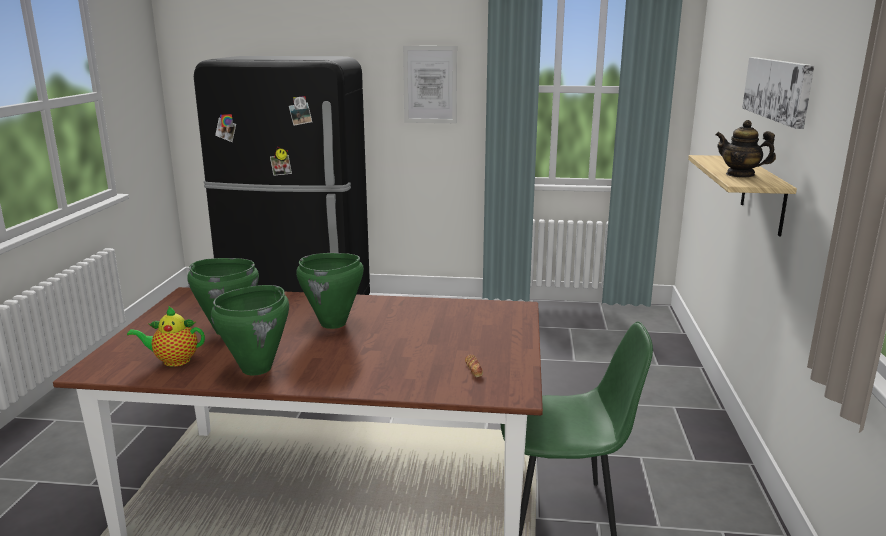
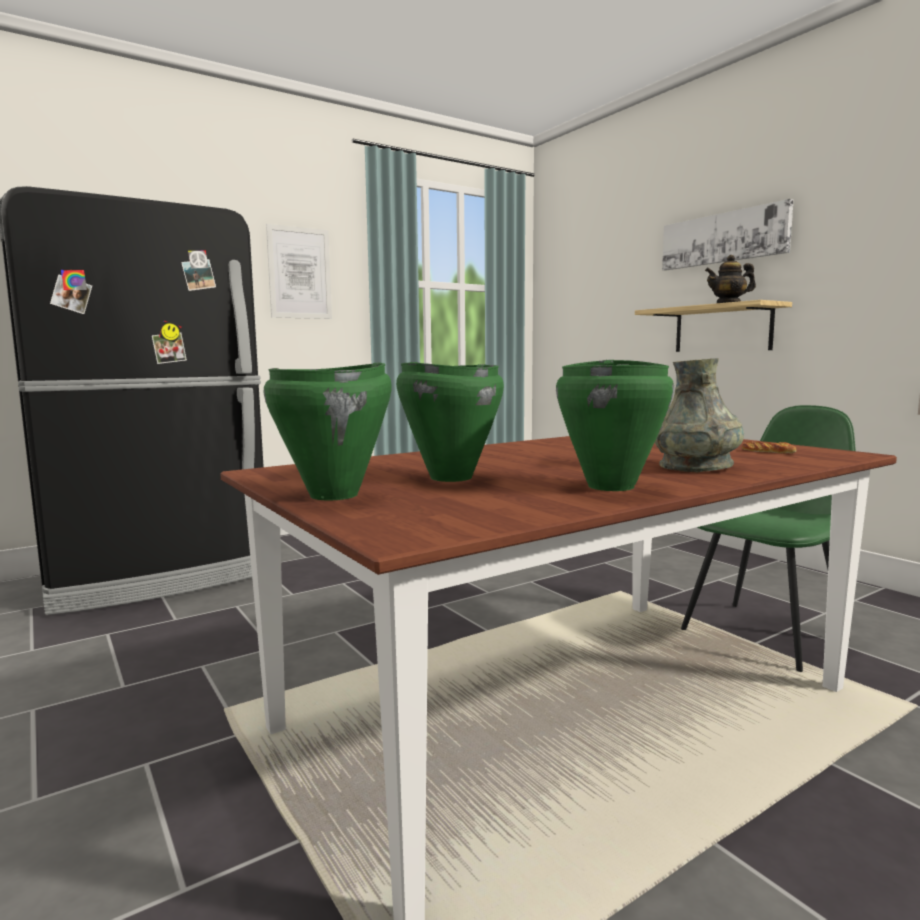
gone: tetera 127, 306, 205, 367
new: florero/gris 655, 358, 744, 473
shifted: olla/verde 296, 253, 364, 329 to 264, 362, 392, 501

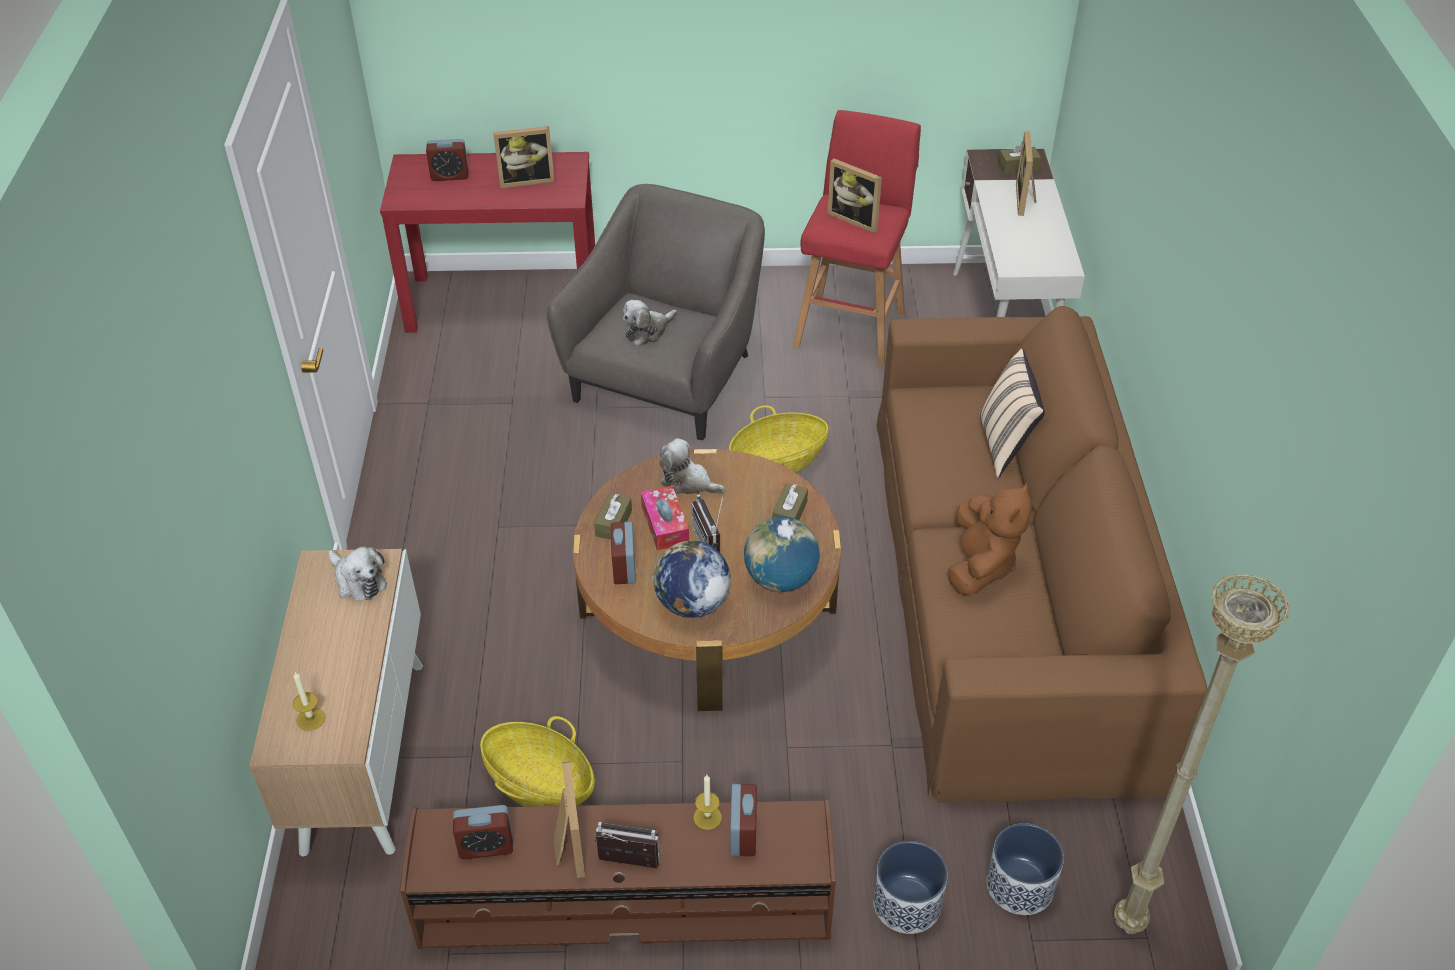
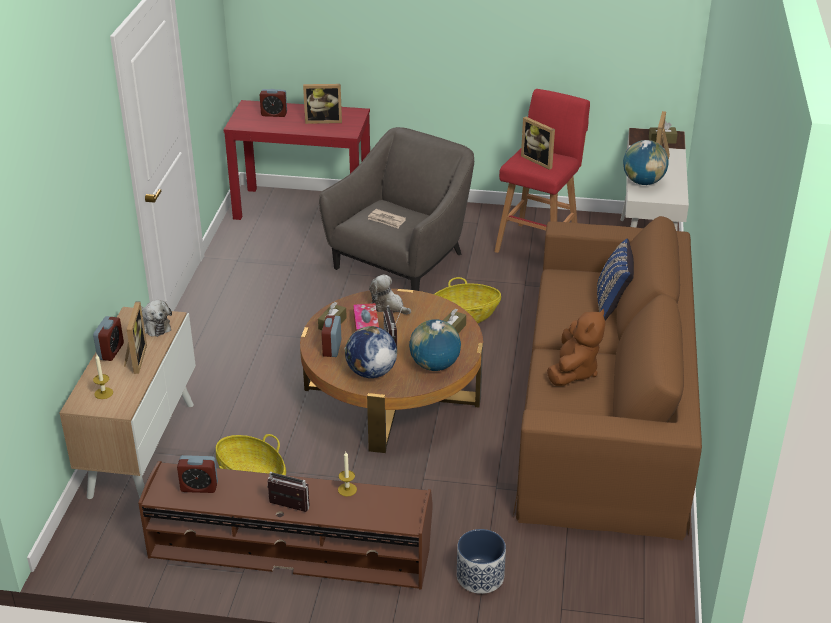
gone: maceta 986, 823, 1064, 915; lámpara de pie/beis 1114, 573, 1290, 934
new: globo terráqueo 623, 140, 669, 185
shifted: portarretratos 554, 762, 585, 878 to 124, 301, 147, 374; despertador 730, 784, 757, 856 to 93, 316, 124, 361
swapped: peluche 623, 300, 677, 346 to periódico 368, 209, 406, 228
repainted: cojín/beis 979, 349, 1045, 479 to cojín/azul 597, 239, 634, 320

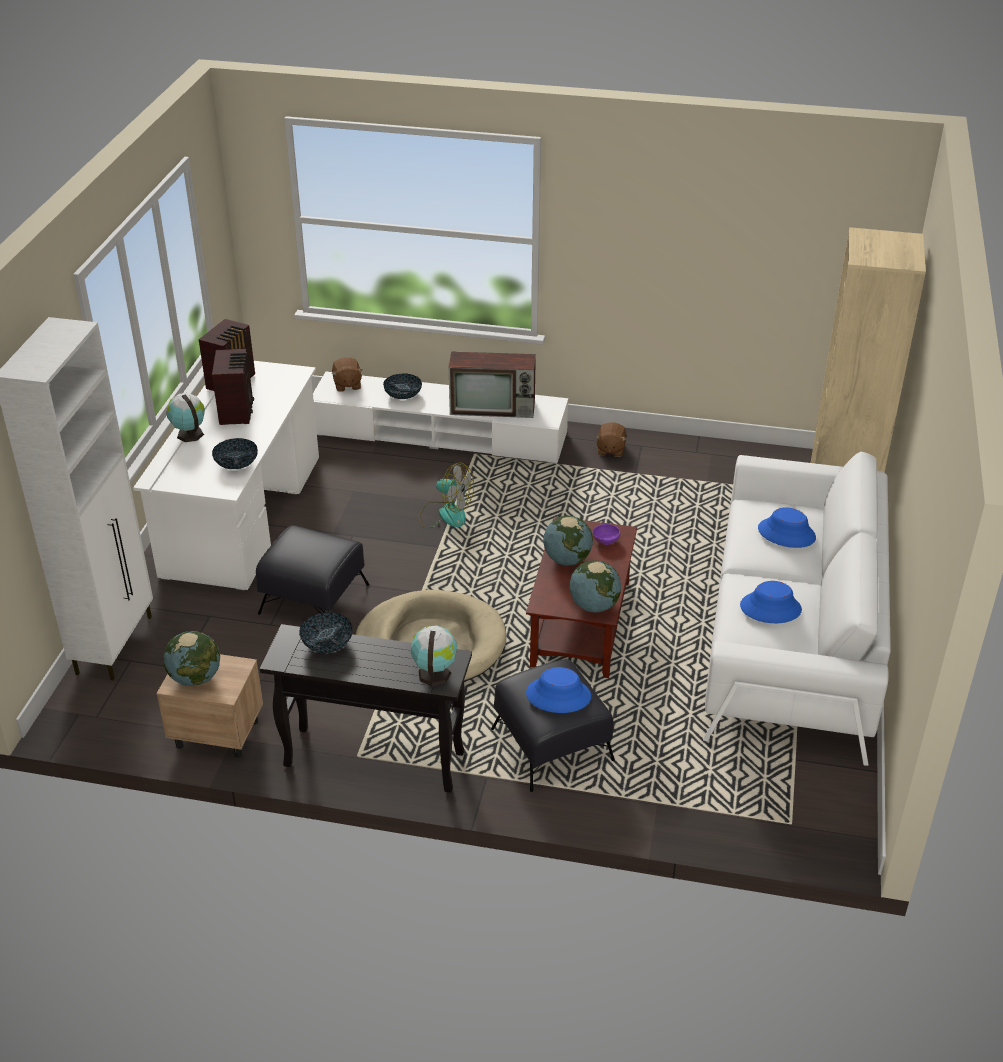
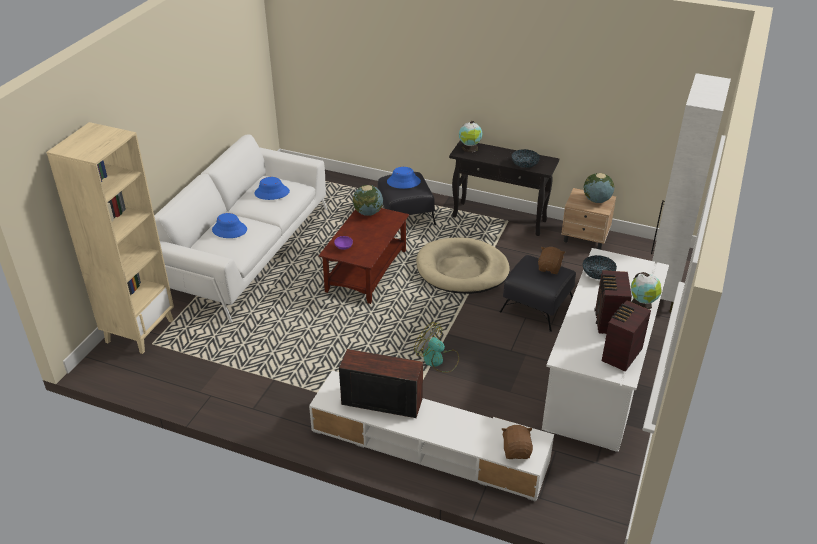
gone: cuenco 383, 374, 422, 399; globo terráqueo 543, 516, 593, 566
shifted: peluche/marrón 595, 422, 627, 457 to 538, 247, 565, 274

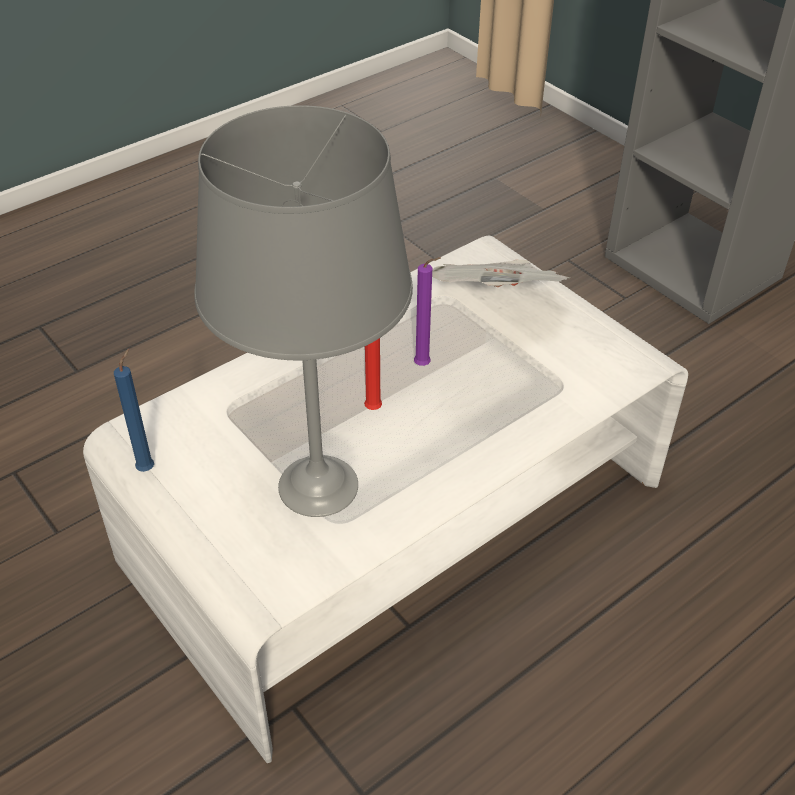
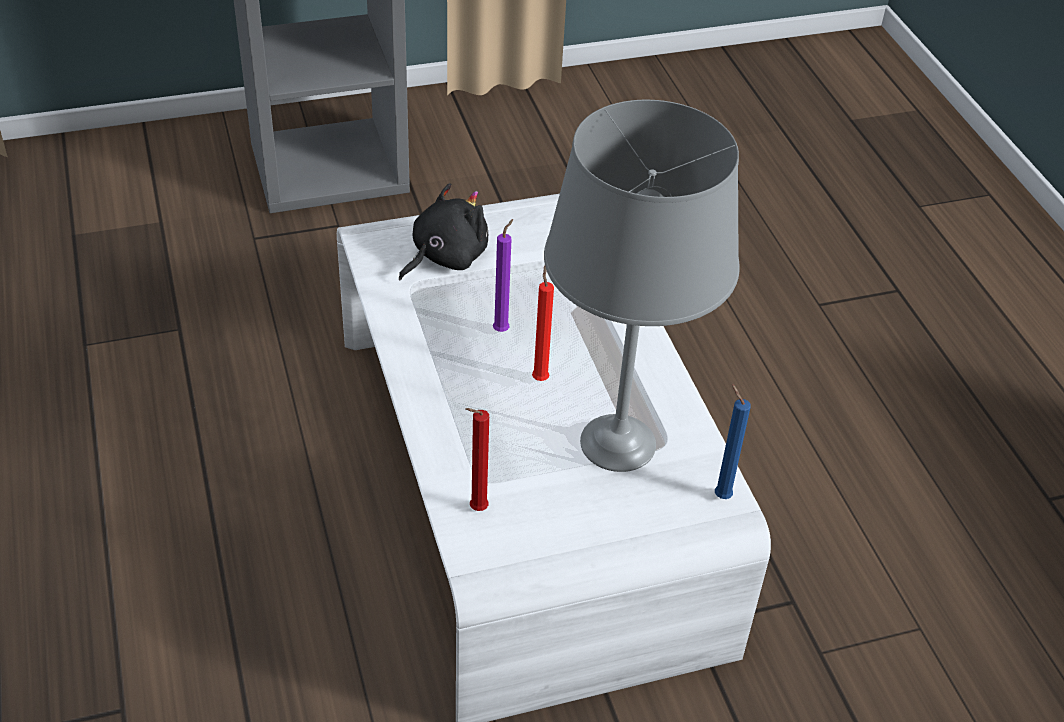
new: vela/rojo 466, 408, 489, 511
shifted: vela/azul 114, 349, 154, 472 to 715, 384, 751, 499
swapped: periódico 432, 260, 570, 287 to peluche/negro 399, 183, 488, 280

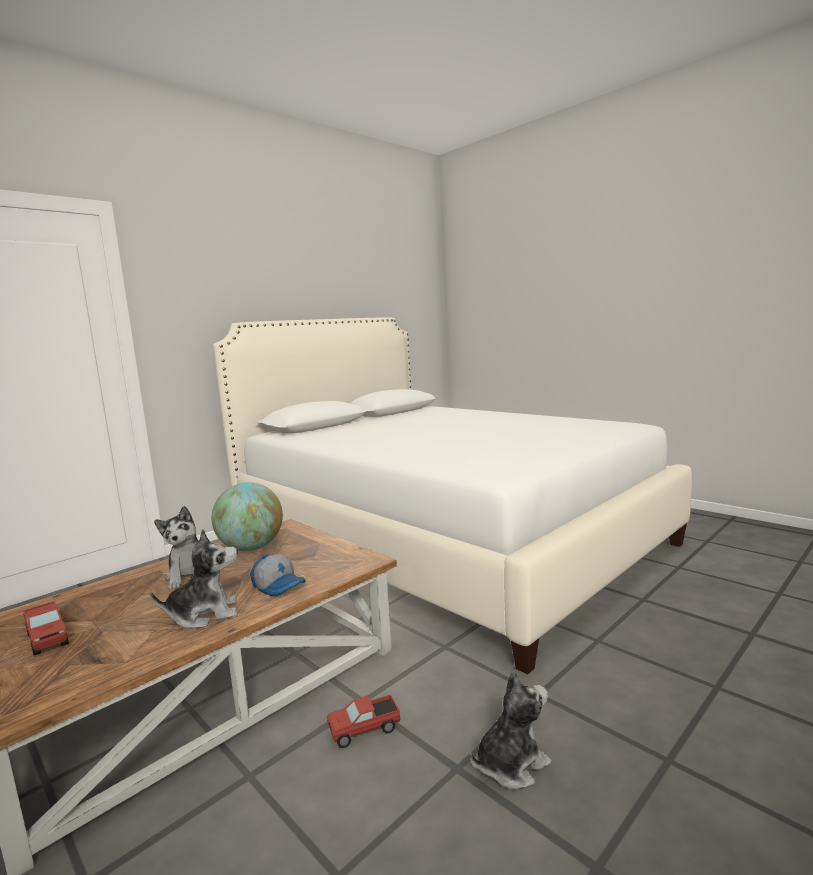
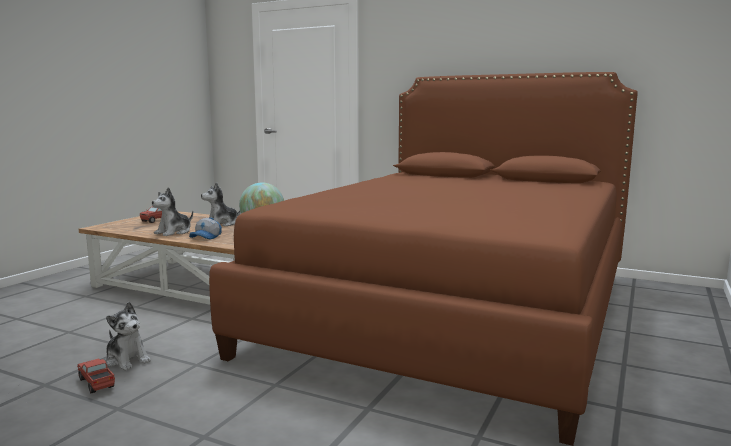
shifted: camión de juguete 327, 694, 400, 748 to 77, 359, 115, 393
repainted: cama/blanco 213, 317, 692, 675 to cama/marrón 209, 72, 638, 446
rotated: peluche 150, 529, 238, 629 = 152, 187, 193, 236 75 degrees clockwise

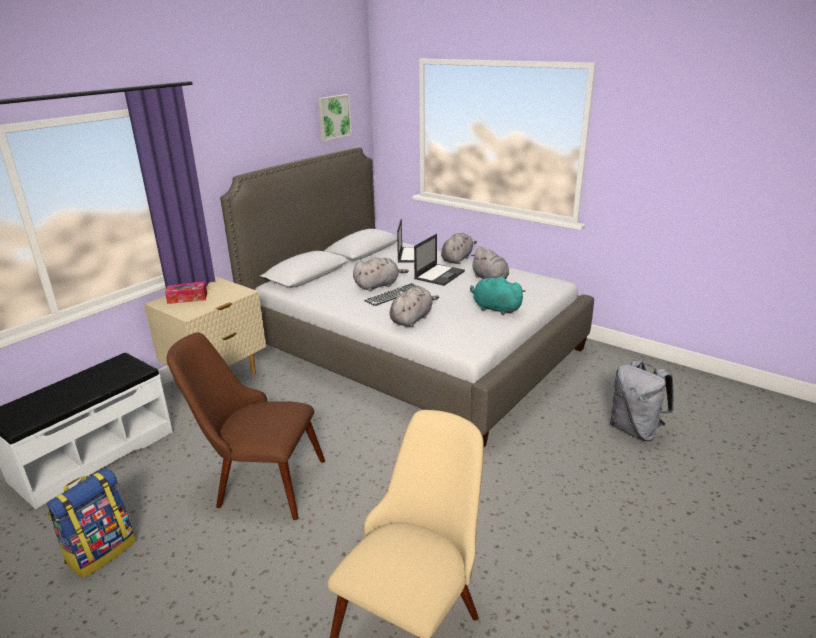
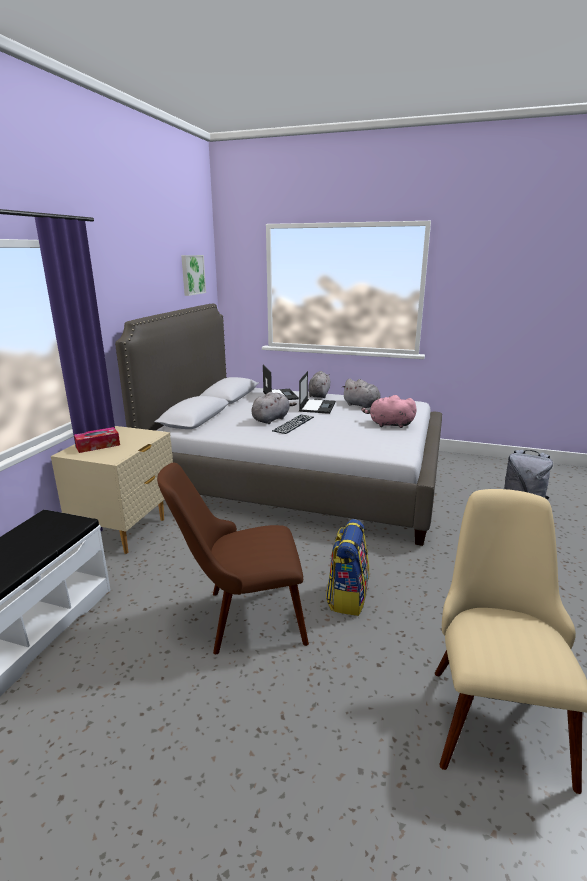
gone: peluche/gris 390, 287, 439, 327
shifted: mochila 47, 468, 136, 578 to 326, 519, 369, 616
repainted: peluche/turquesa 470, 277, 525, 315 to peluche/rosa 362, 395, 417, 428

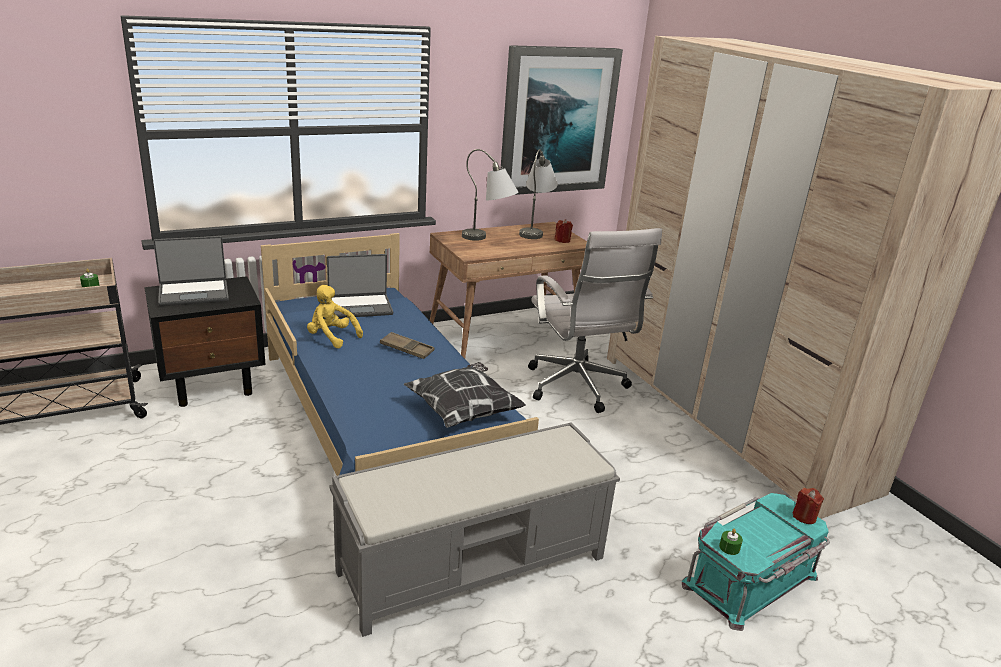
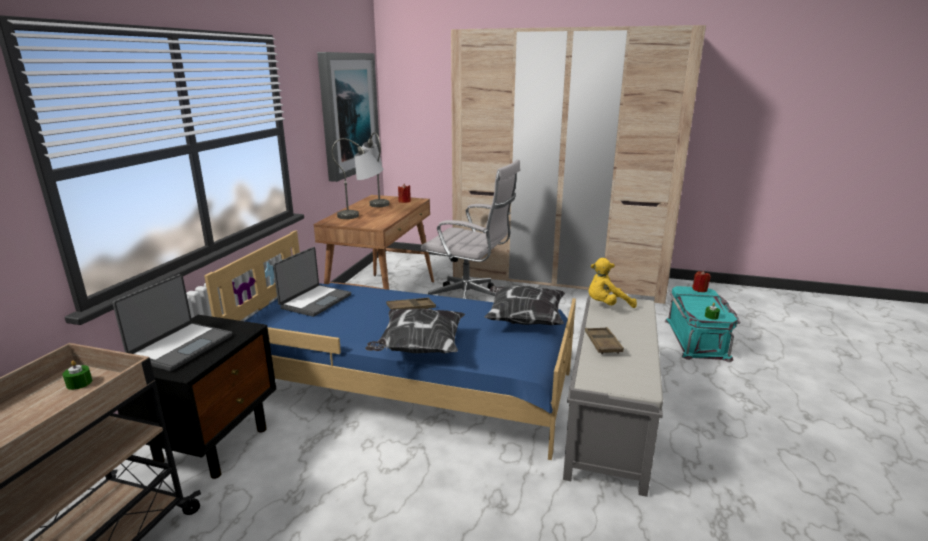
new: cojín 365, 309, 465, 353; bandeja/marrón 585, 327, 624, 354
shifted: peluche/amarillo 307, 285, 363, 348 to 588, 258, 637, 308

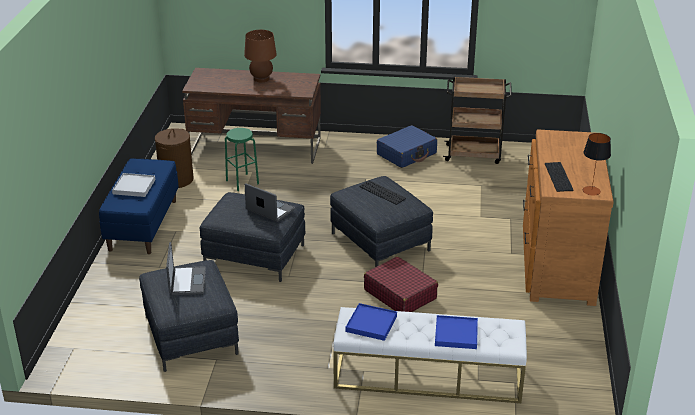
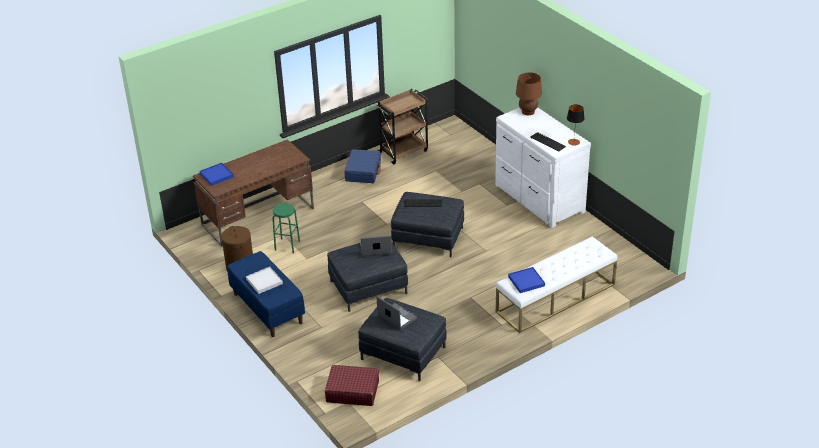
shifted: lámpara de mesa/marrón 244, 30, 277, 82 to 516, 72, 542, 115; maleta/rojo 364, 256, 438, 312 to 325, 365, 379, 406; bandeja/azul 435, 315, 478, 349 to 199, 163, 234, 186
repainted: cómoda/marrón 523, 129, 614, 306 to cómoda/blanco 495, 107, 591, 228

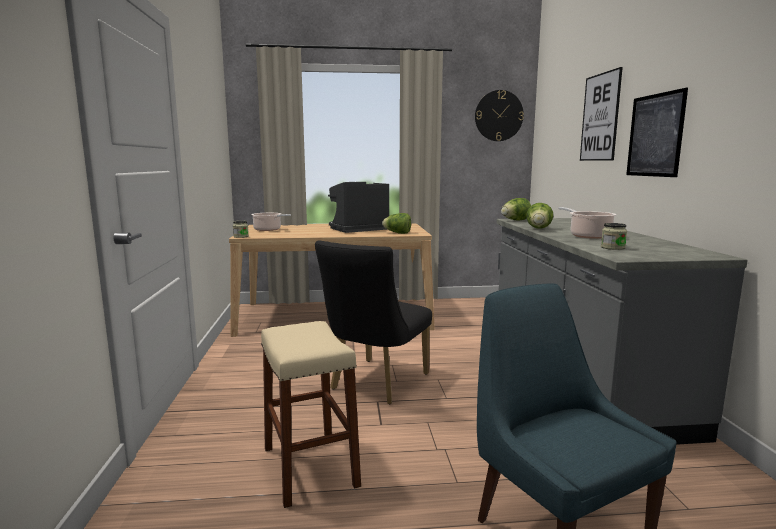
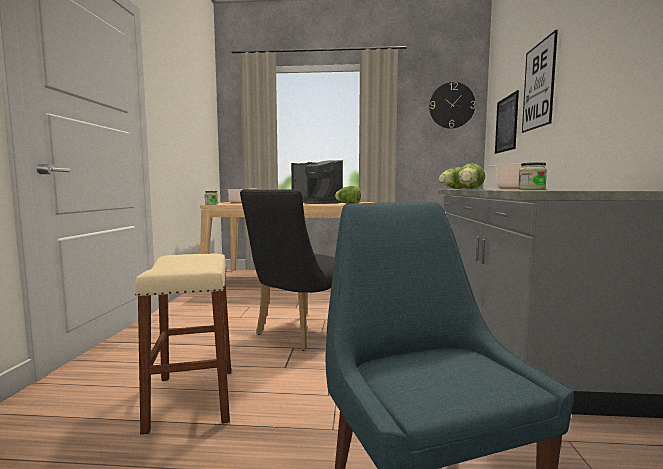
shifted: cuadro 626, 88, 688, 177 to 495, 90, 519, 154
rotated: cafetera 328, 182, 389, 233 = 291, 160, 343, 204 120 degrees counterclockwise

